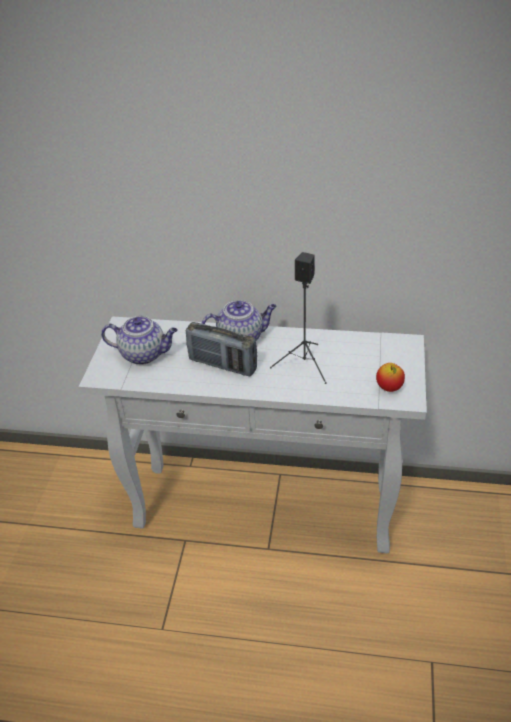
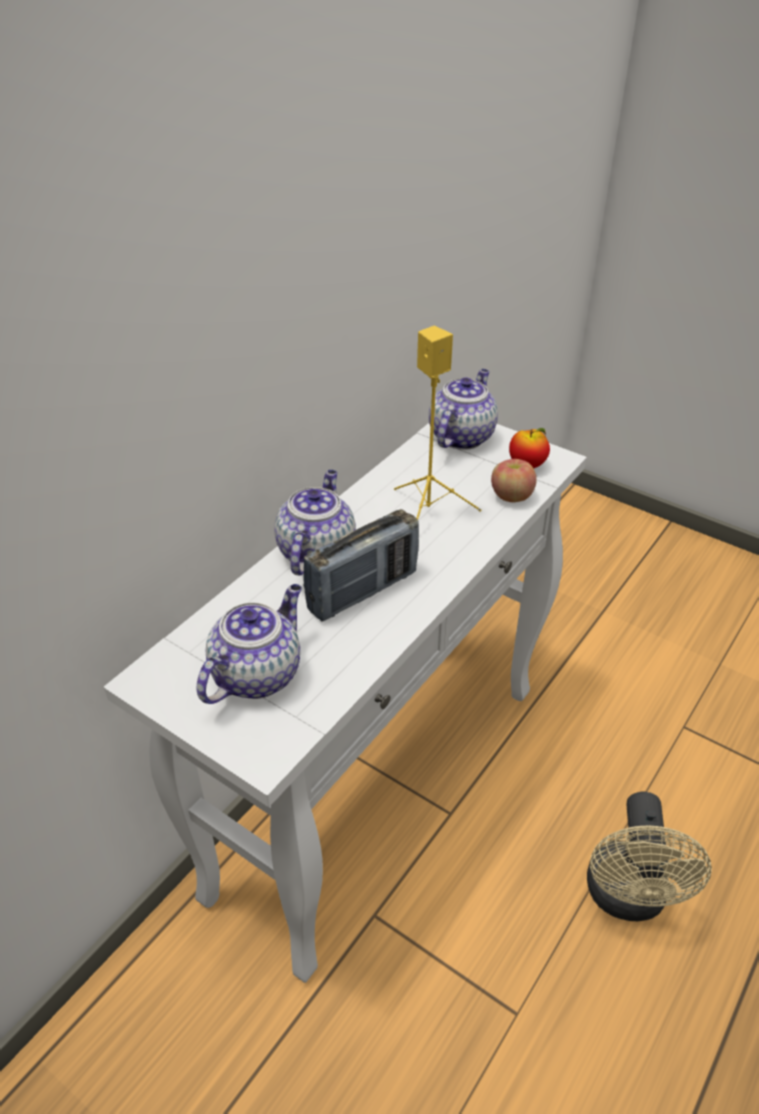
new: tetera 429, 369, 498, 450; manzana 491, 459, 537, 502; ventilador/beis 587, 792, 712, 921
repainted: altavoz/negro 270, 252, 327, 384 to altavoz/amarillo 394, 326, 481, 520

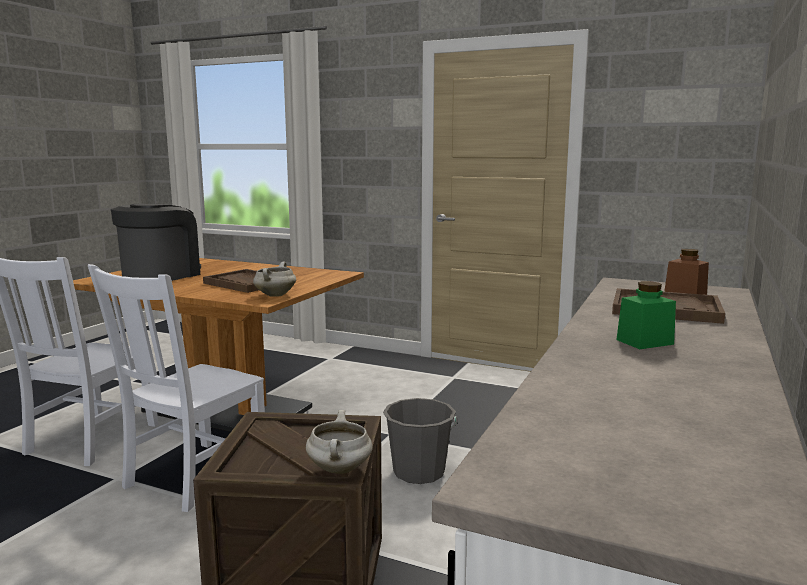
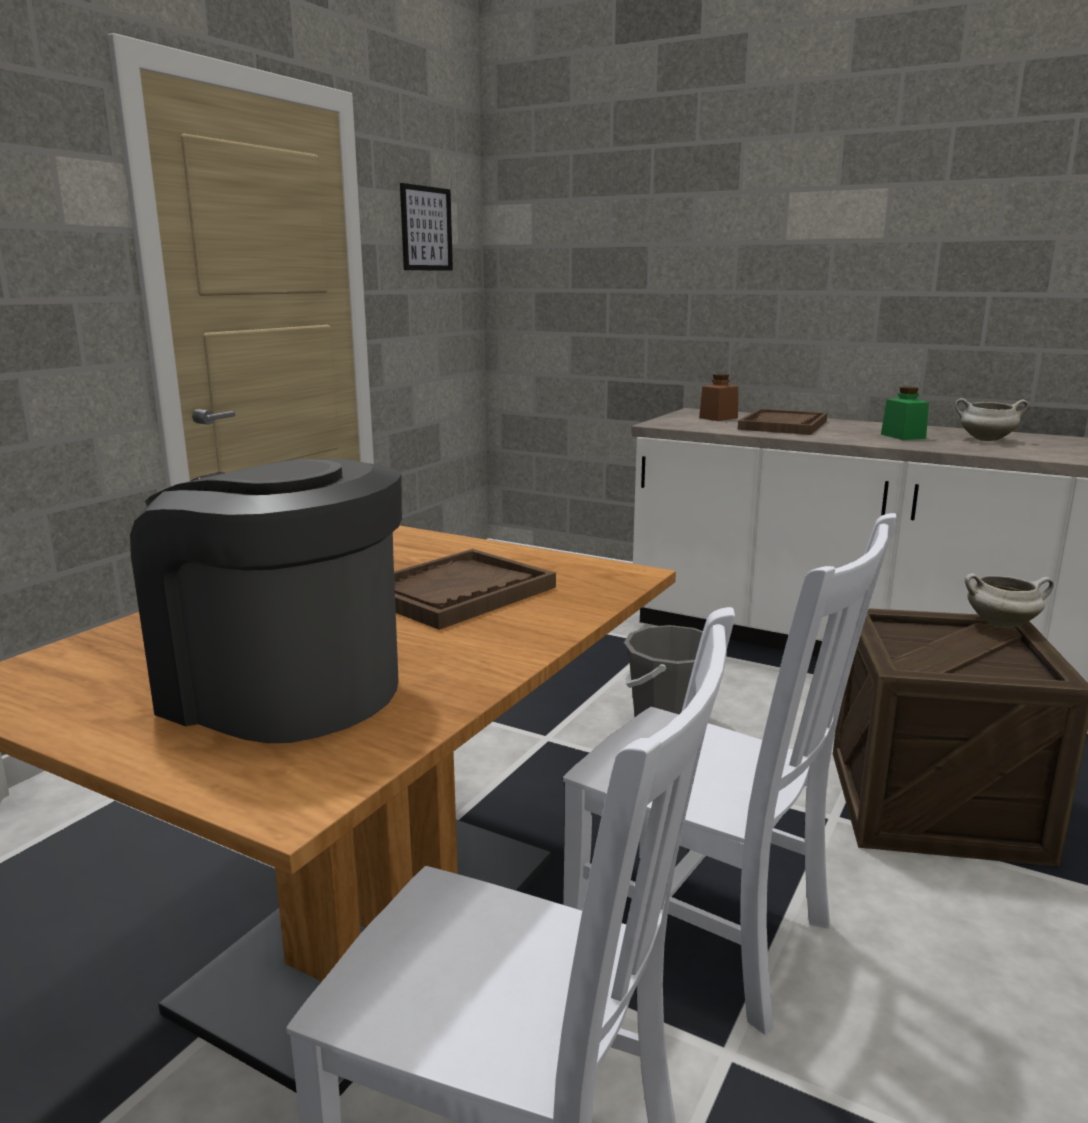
new: cuadro 400, 183, 453, 271
shifted: olla/blanco 253, 262, 296, 297 to 955, 398, 1029, 441

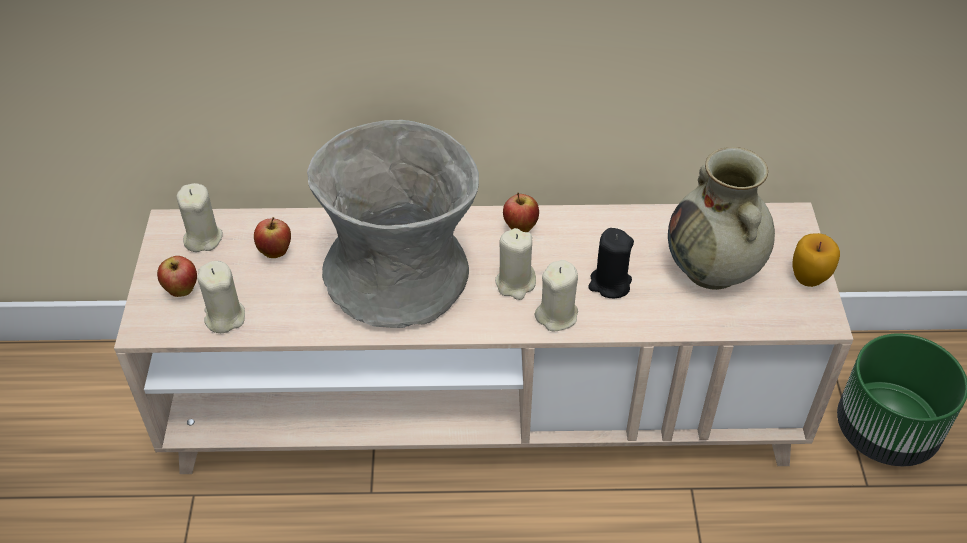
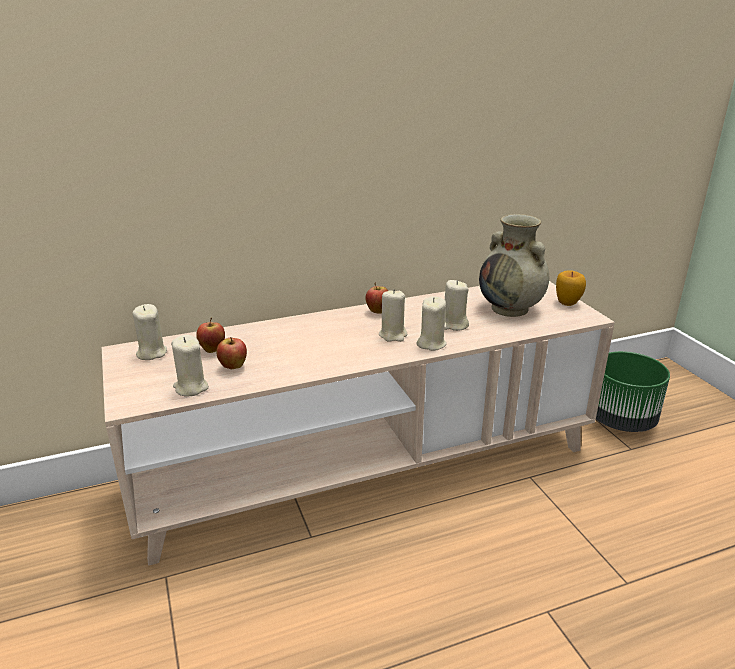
gone: florero/gris 307, 120, 479, 328
shifted: manzana 157, 256, 197, 297 to 216, 337, 247, 369
repainted: vela/negro 588, 228, 634, 298 to vela/beis 444, 280, 469, 331

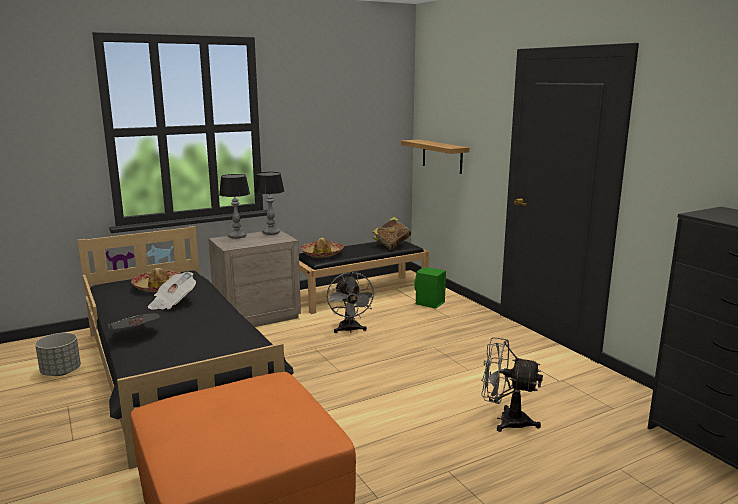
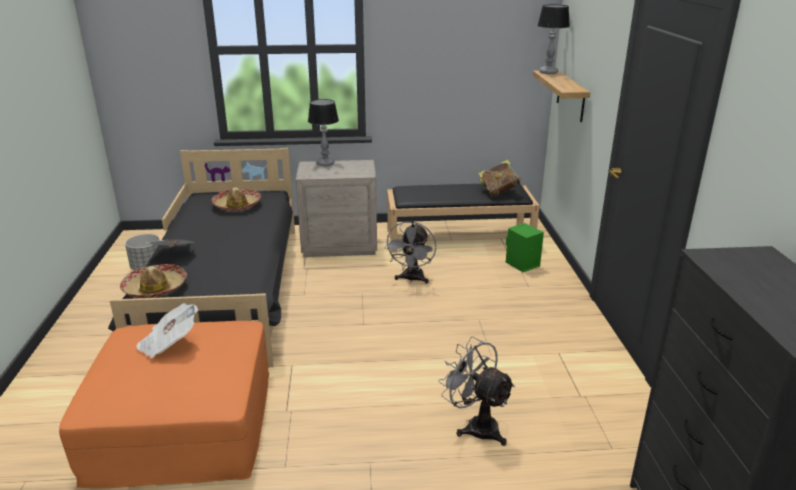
shifted: periódico 148, 272, 196, 310 to 136, 303, 198, 359; lámpara de mesa 255, 172, 284, 235 to 537, 4, 570, 74; sombrero 301, 238, 344, 258 to 120, 264, 187, 298

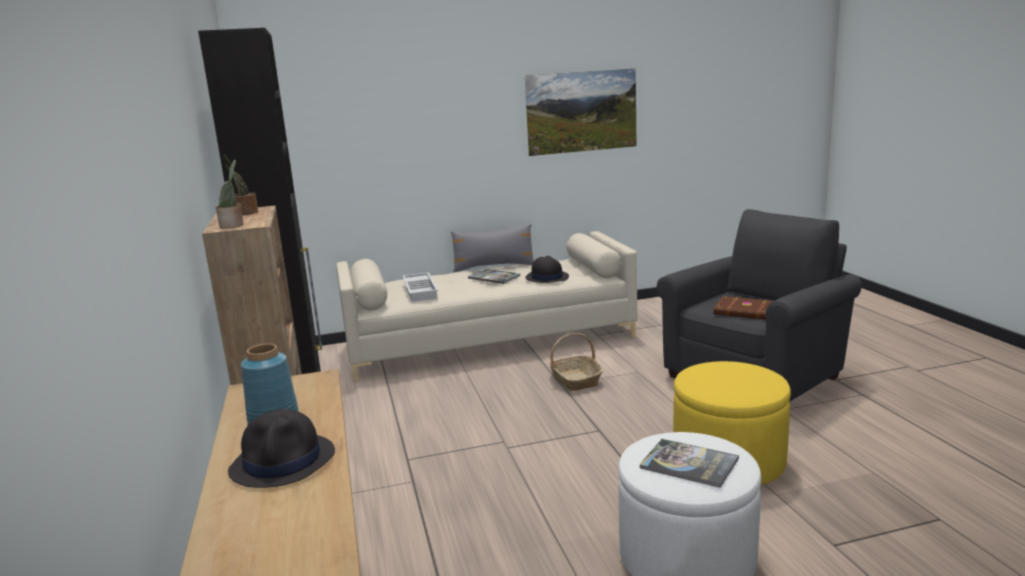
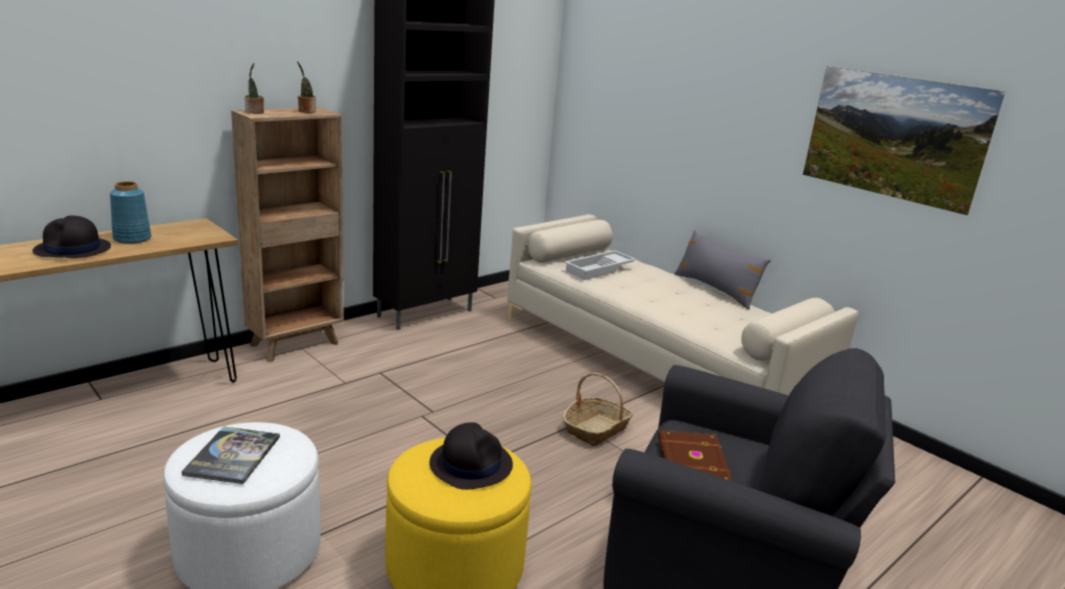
gone: libro 468, 269, 520, 284
shifted: sombrero/negro 525, 256, 569, 283 to 430, 422, 513, 490

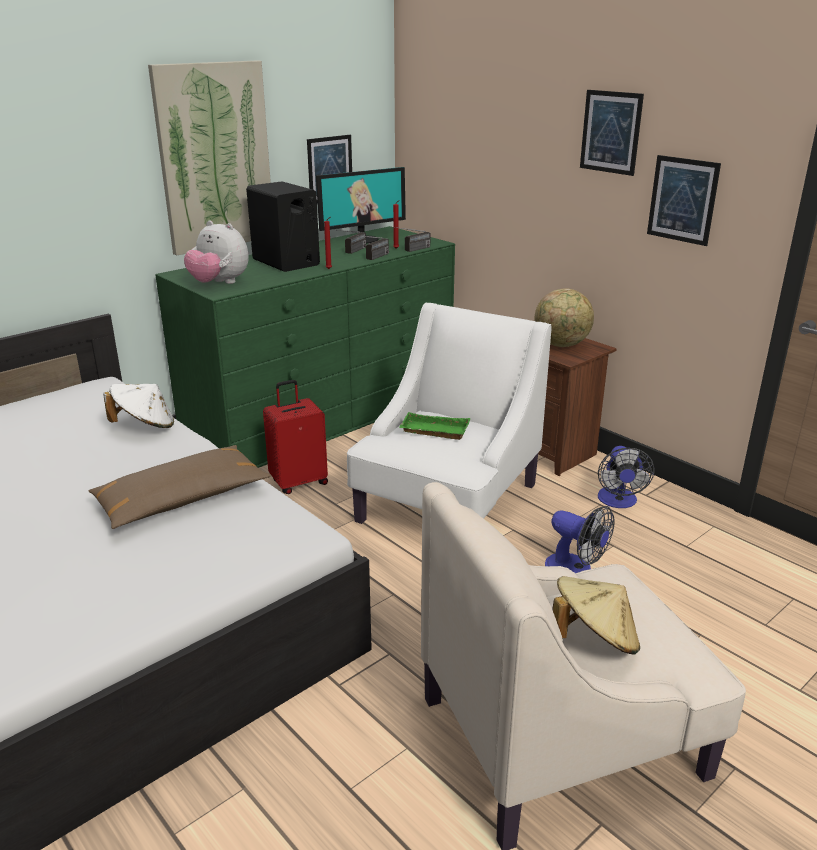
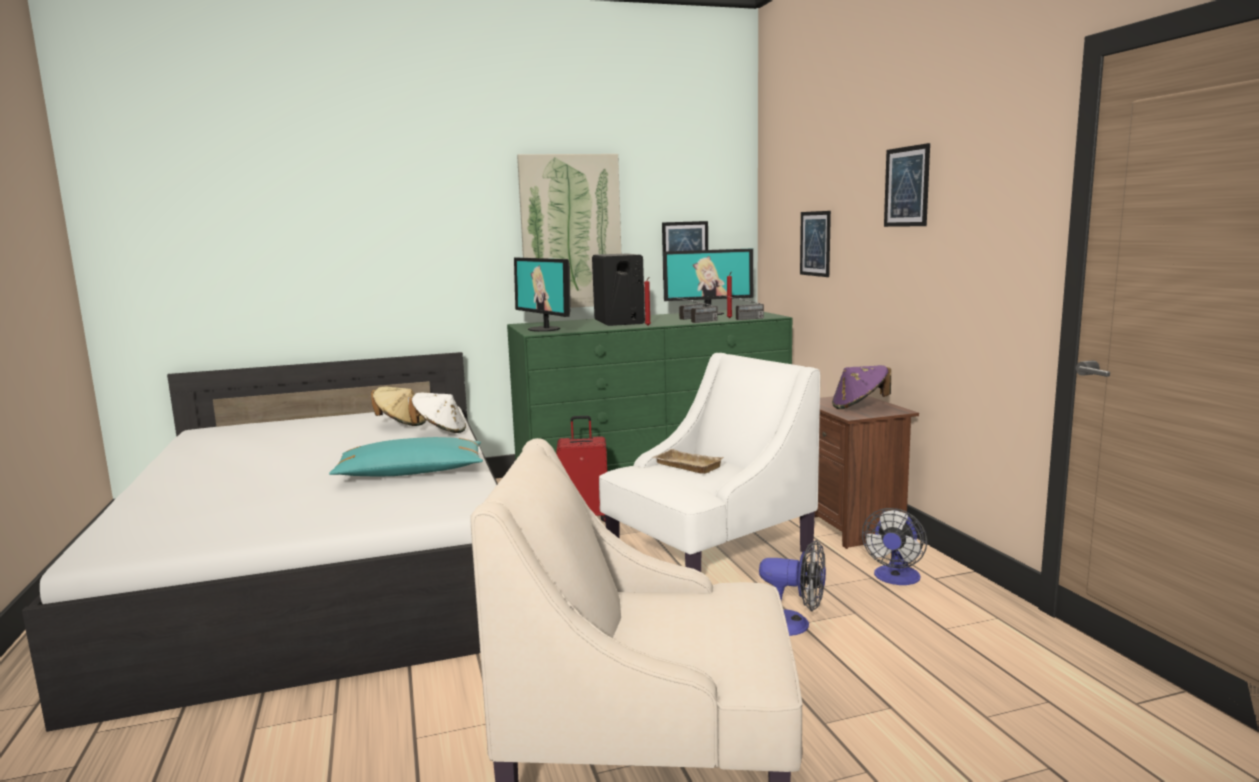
shifted: sombrero/beis 552, 576, 640, 654 to 371, 387, 426, 426; cuadro 647, 155, 721, 246 to 800, 211, 831, 277
swapped: peluche 184, 221, 249, 284 to monitor 514, 258, 571, 332; globo terráqueo 534, 288, 594, 347 to sombrero/morado 832, 365, 891, 409
repainted: cojín/marrón 89, 445, 271, 529 to cojín/turquesa 329, 437, 483, 476; bandeja/verde 399, 412, 471, 440 to bandeja/beis 651, 449, 724, 474
rotated: ventilador 545, 506, 615, 573 = 759, 540, 826, 636 45 degrees counterclockwise

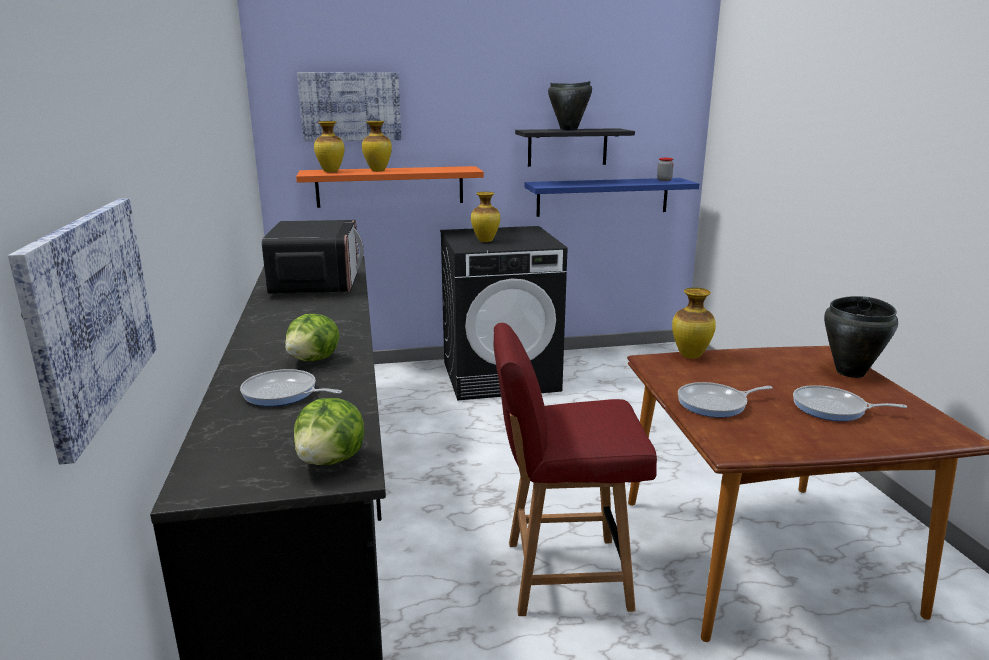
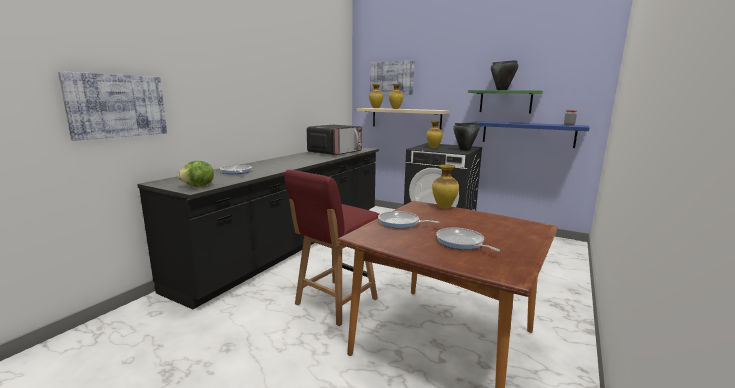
gone: lechuga 285, 314, 340, 361
shifted: olla/negro 824, 296, 898, 378 to 453, 122, 480, 151
repainted: estante/naranja 296, 166, 484, 208 to estante/beis 357, 108, 450, 130; estante/negro 515, 128, 635, 167 to estante/verde 468, 90, 543, 114
rotated: silla/rojo 494, 323, 657, 616 = 284, 170, 380, 326 90 degrees counterclockwise

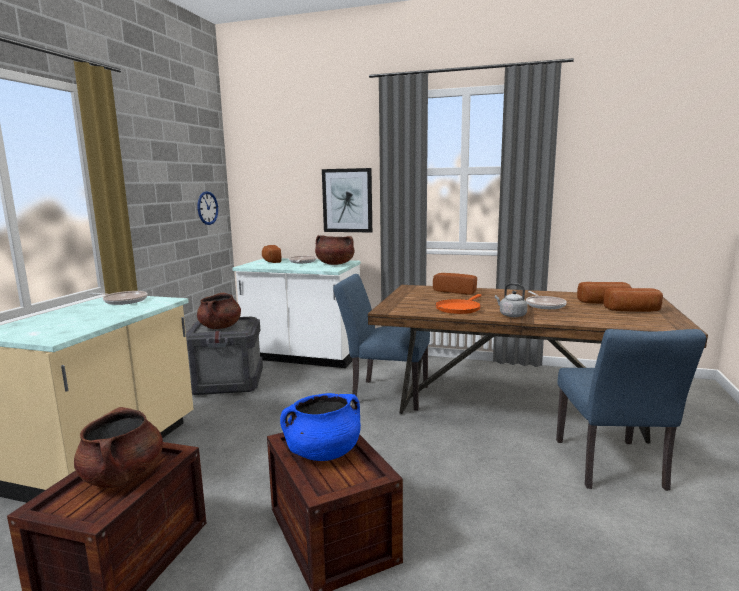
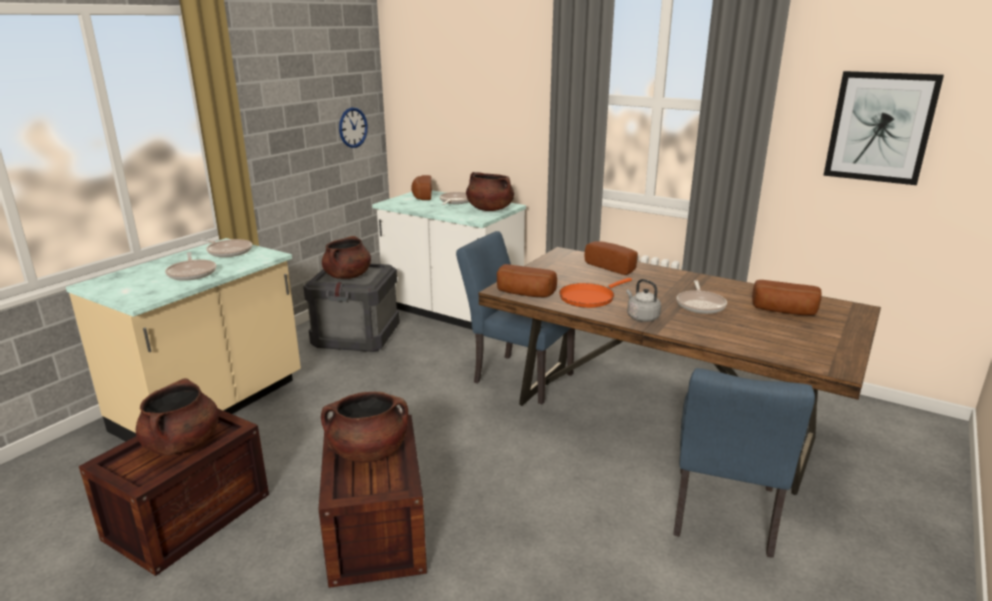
new: sartén 165, 252, 216, 281
shifted: cuadro 322, 168, 372, 233 to 823, 71, 944, 185; pan 604, 288, 663, 312 to 497, 264, 557, 297
repainted: olla/azul 280, 393, 361, 461 to olla/marrón 321, 392, 408, 463

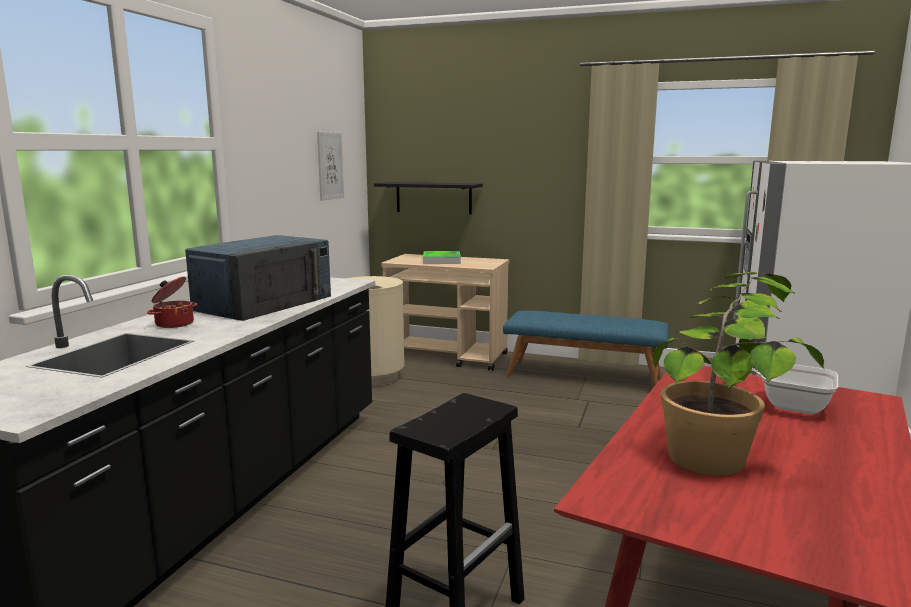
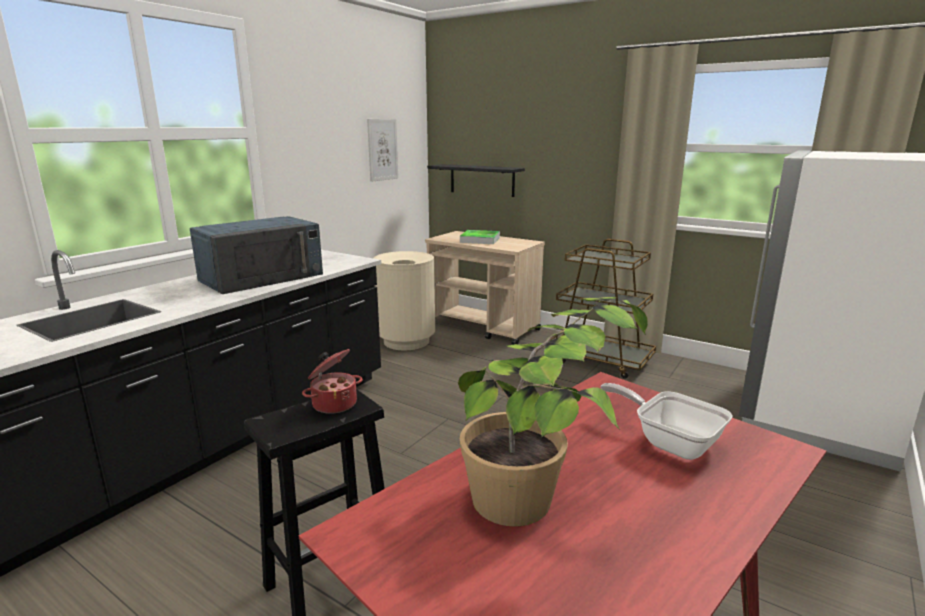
shifted: olla 147, 277, 198, 328 to 302, 349, 363, 414
swapped: banco/azul 503, 311, 669, 386 to carrito/marrón 550, 239, 656, 379

